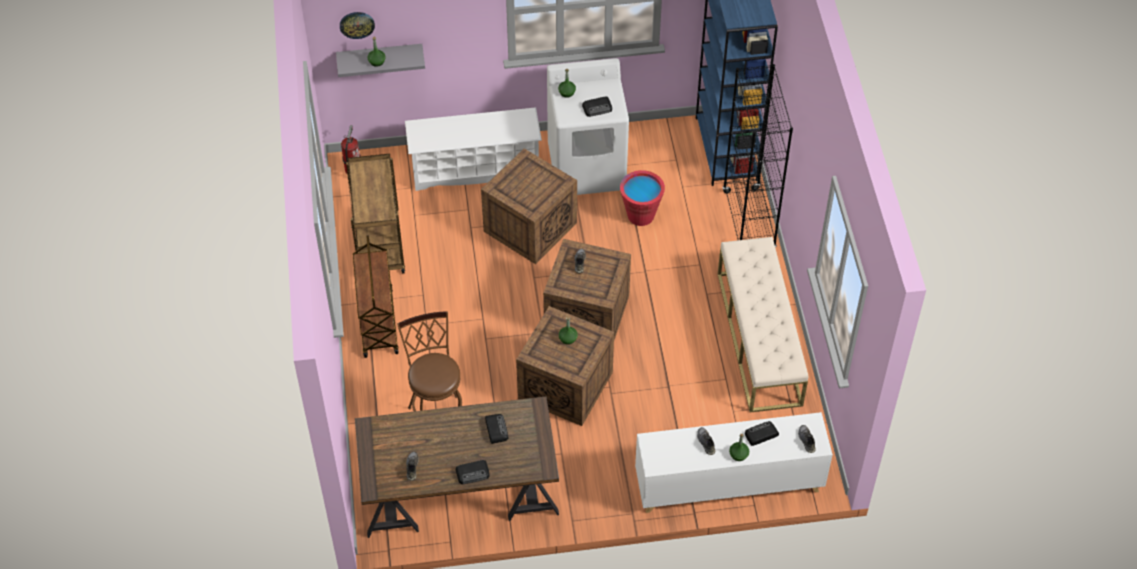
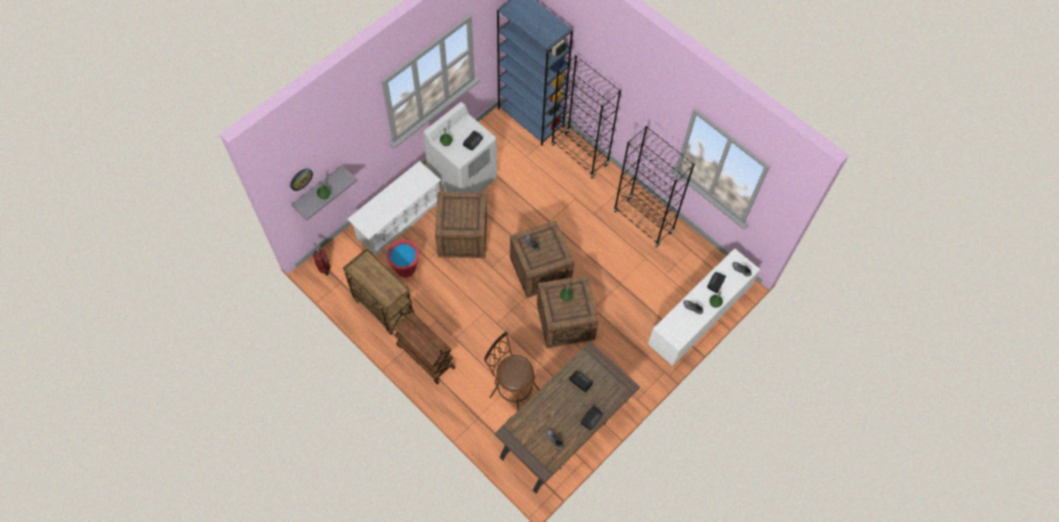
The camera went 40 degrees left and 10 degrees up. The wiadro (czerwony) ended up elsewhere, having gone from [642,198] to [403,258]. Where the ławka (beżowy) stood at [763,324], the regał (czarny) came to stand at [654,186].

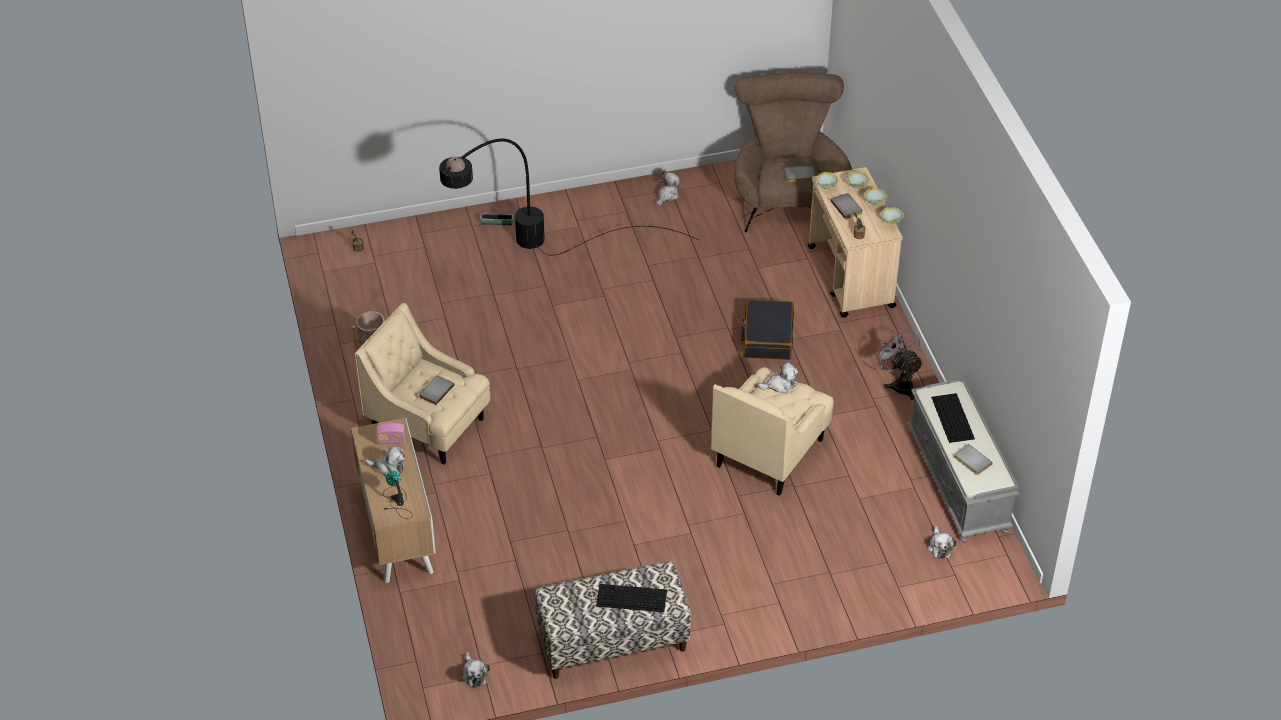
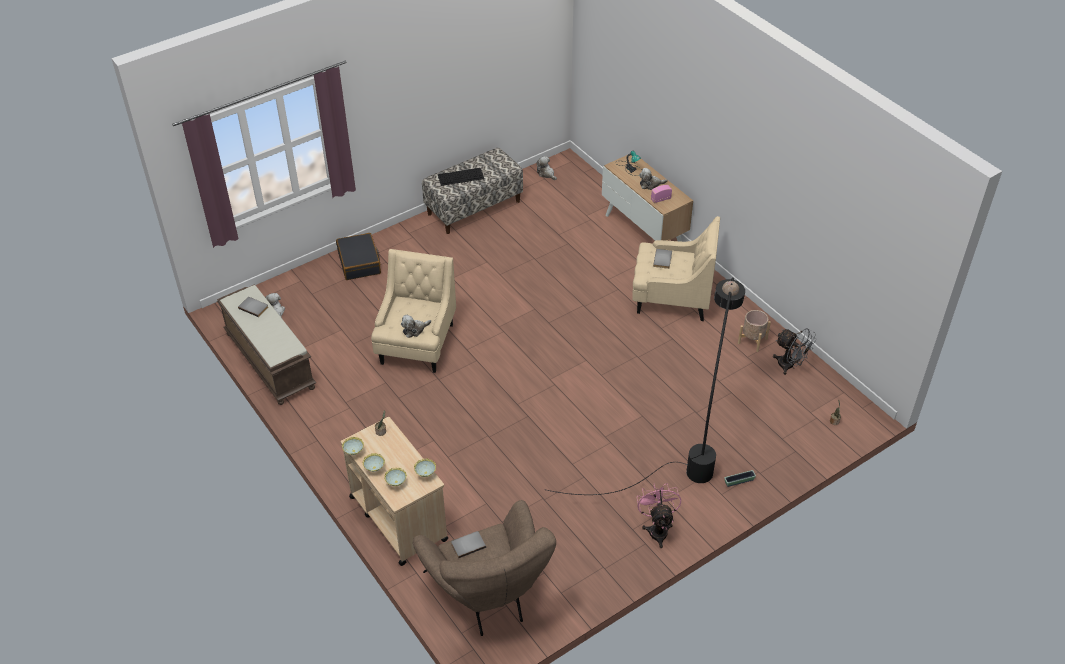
The camera went 160 degrees right and 0 degrees up. The second view lost the pluszak at [668,188]. The second view lost the książka (szary) at [846,206]. The walizka (czarny) ended up elsewhere, having gone from [767,330] to [358,256]. The wentylator (szary) ended up elsewhere, having gone from [899,364] to [795,351]. What was the ławka (szary) at [963,460] turned into the ławka (brązowy) at [266,345]. The second view lost the klawiatura at [953,418]. The second view gained the wentylator (różowy) at [659,515].

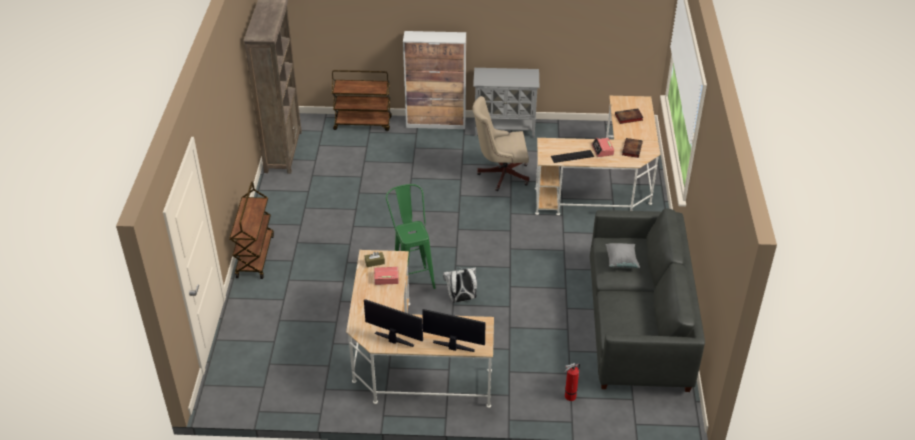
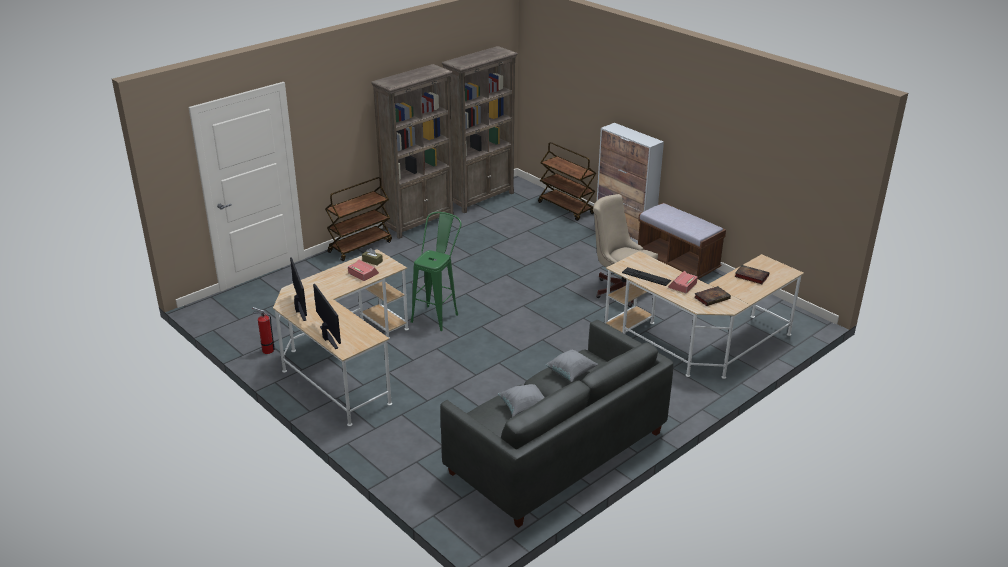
The camera went 45 degrees right and 10 degrees down. Where the szafka (szary) stood at [506,103], the ławka (brązowy) came to stand at [682,241]. The second view lost the plecak (biały) at [460,285]. The gaśnica ended up elsewhere, having gone from [572,382] to [263,330]. The second view gained the regał (brązowy) at [412,151]. The second view gained the poduszka (szary) at [521,400].

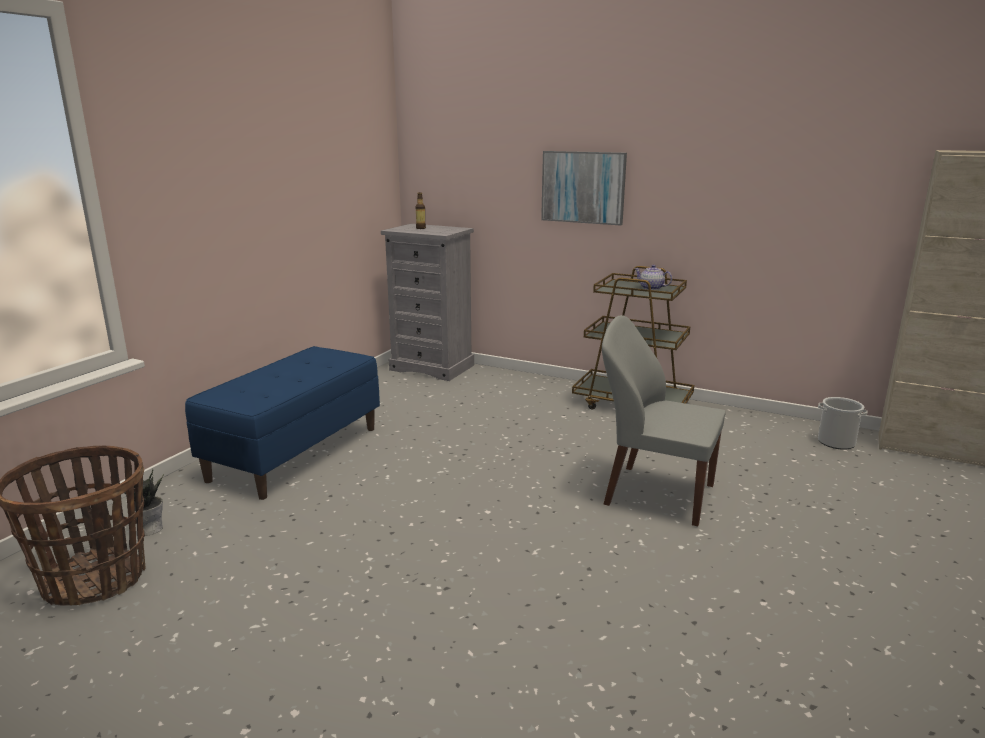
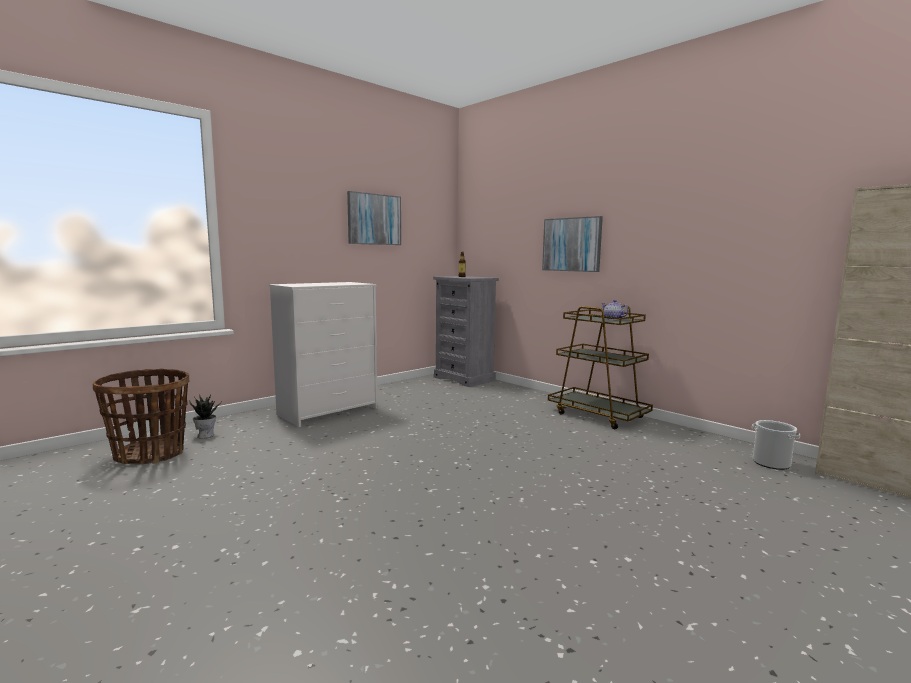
The camera went 20 degrees right and 10 degrees down. The second view lost the krzesło (szary) at [664,420]. Where the ławka (niebieski) stood at [282,423], the komoda (biały) came to stand at [323,354]. The second view gained the obraz at [374,218].

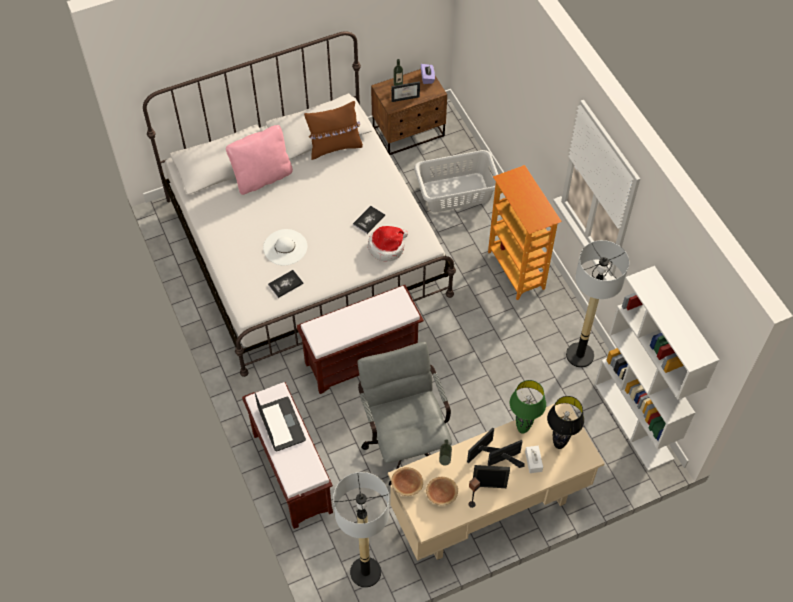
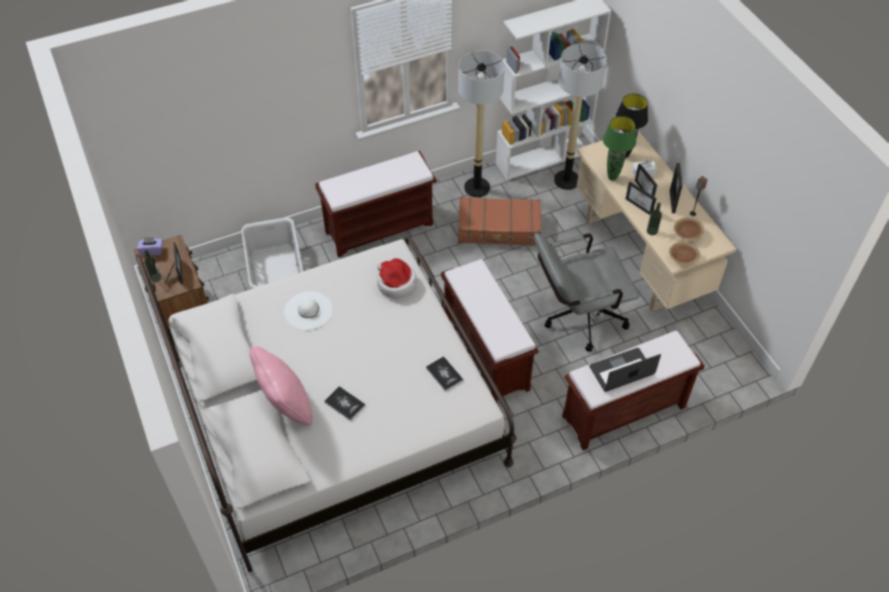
The camera went 90 degrees left and 5 degrees down. The second view lost the poduszka (brązowy) at [333,130]. Where the regał stood at [525,232], the ławka (brązowy) came to stand at [376,204]. The książka ended up elsewhere, having gone from [369,220] to [344,403]. The kapelusz (biały) ended up elsewhere, having gone from [285,247] to [308,310]. The lampa stojąca ended up elsewhere, having gone from [361,530] to [580,116]. The second view gained the walizka (brązowy) at [499,221].

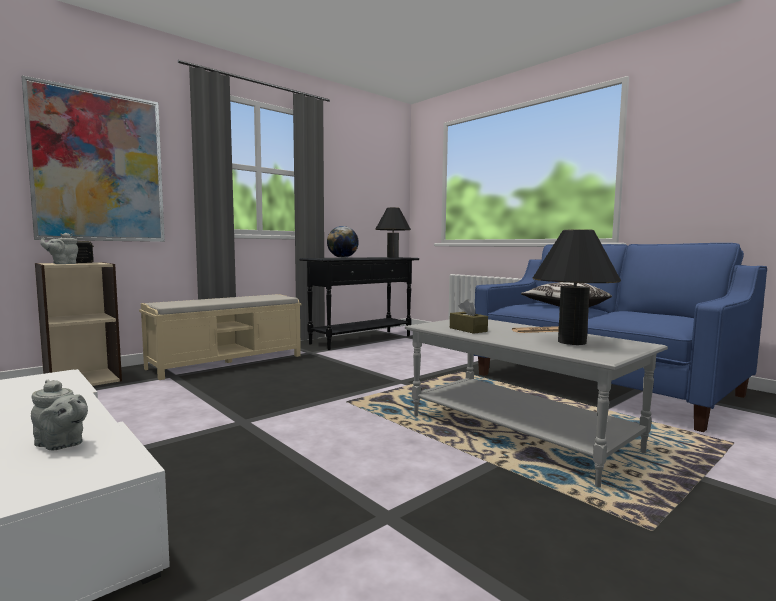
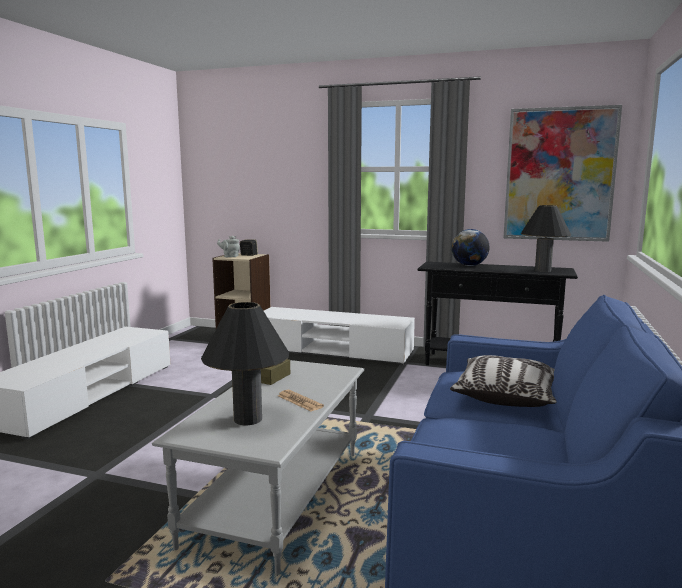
The camera went 60 degrees right and 5 degrees up. The obraz ended up elsewhere, having gone from [93,158] to [563,173]. Where the ławka (beżowy) stood at [220,337], the szafka pod telewizor (biały) came to stand at [339,335]. The second view lost the imbryk (szary) at [59,415].

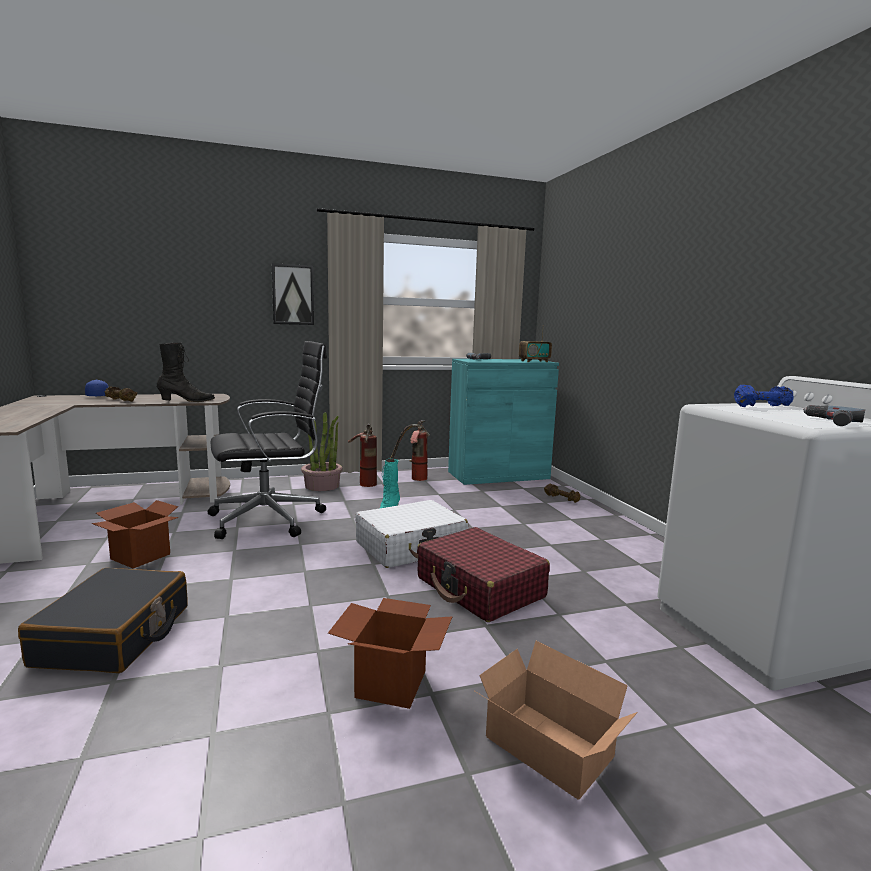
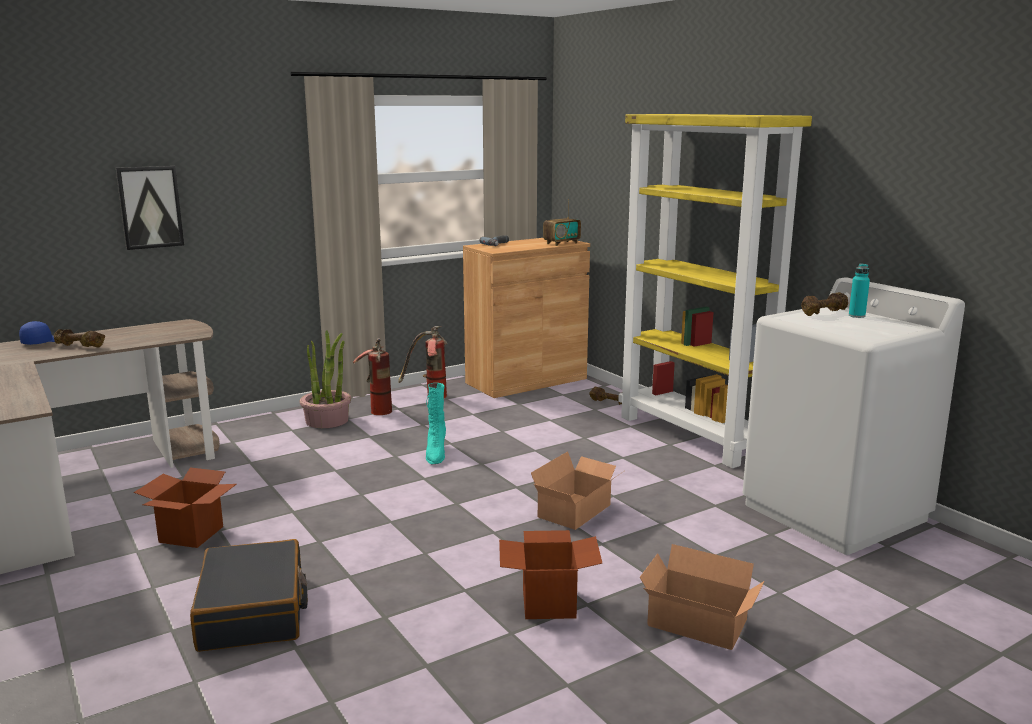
The camera went 15 degrees left and 5 degrees up. The obraz ended up elsewhere, having gone from [293,294] to [150,208]. The second view lost the krzesło biurowe (czarny) at [267,440]. The second view lost the but z cholewką (czarny) at [186,372]. What was the szafka (turkusowy) at [503,422] turned into the szafka (brązowy) at [526,318]. What was the hantel (niebieski) at [764,396] turned into the hantel (brązowy) at [824,304]. The second view lost the wiertarka at [834,415]. The second view lost the walizka (biały) at [411,534]. Where the walizka (czerwony) stood at [483,574], the karton came to stand at [577,490]. The second view gained the regał (żółty) at [715,291]. The second view gained the butelka (turkusowy) at [859,290].

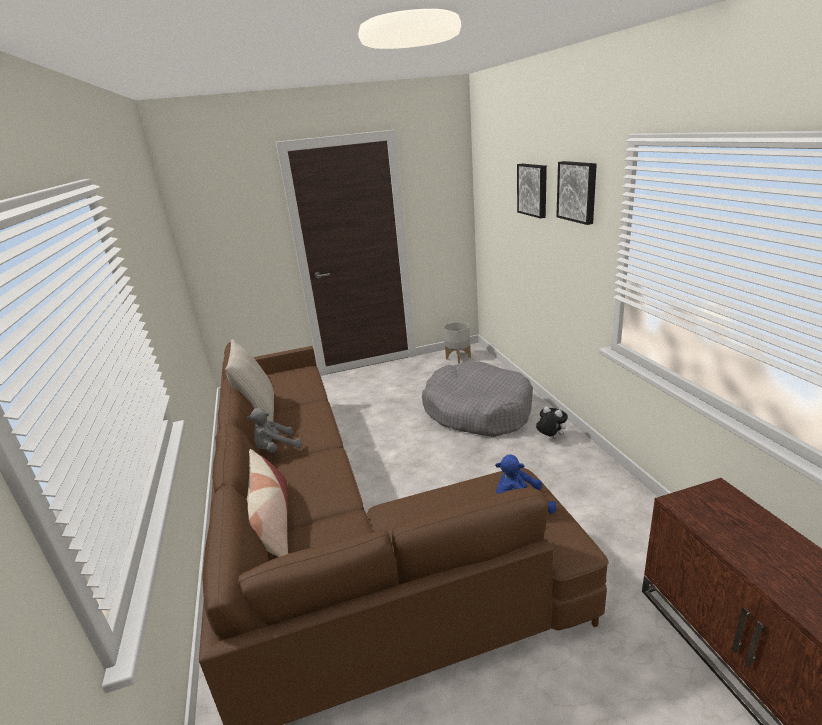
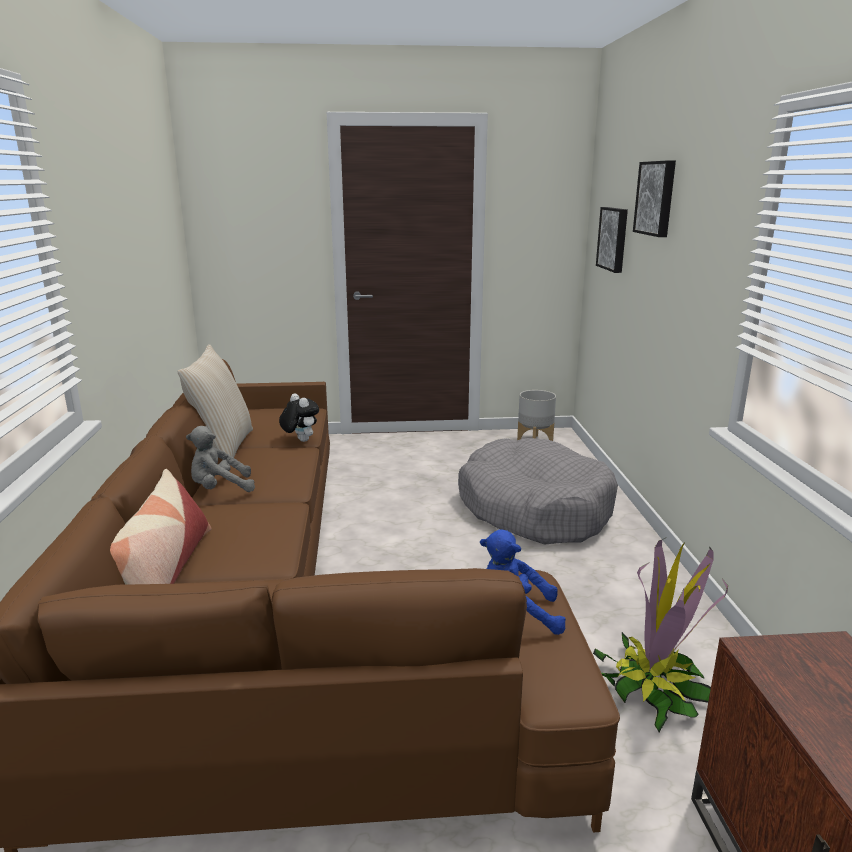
The camera went 10 degrees right and 5 degrees down. The obraz ended up elsewhere, having gone from [576,193] to [612,240]. The pluszak ended up elsewhere, having gone from [552,422] to [299,417]. The second view gained the roślina doniczkowa at [660,634].

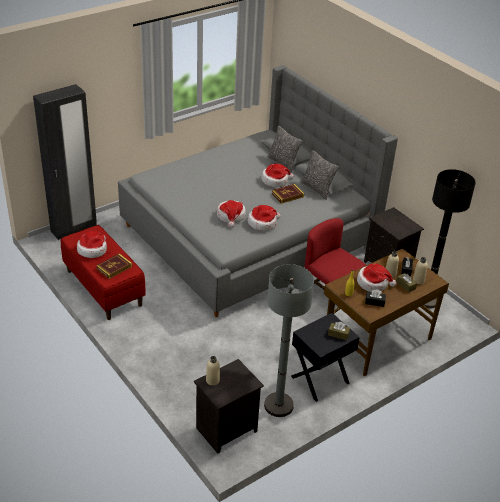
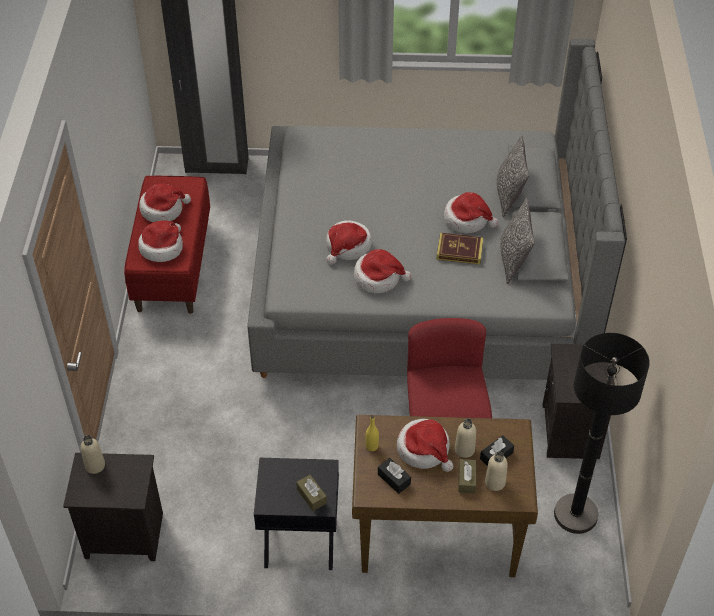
The camera went 40 degrees right and 10 degrees up. Where the książka stood at [114,266], the kapelusz came to stand at [160,241]. The second view lost the lampa stojąca (szary) at [289,340].

